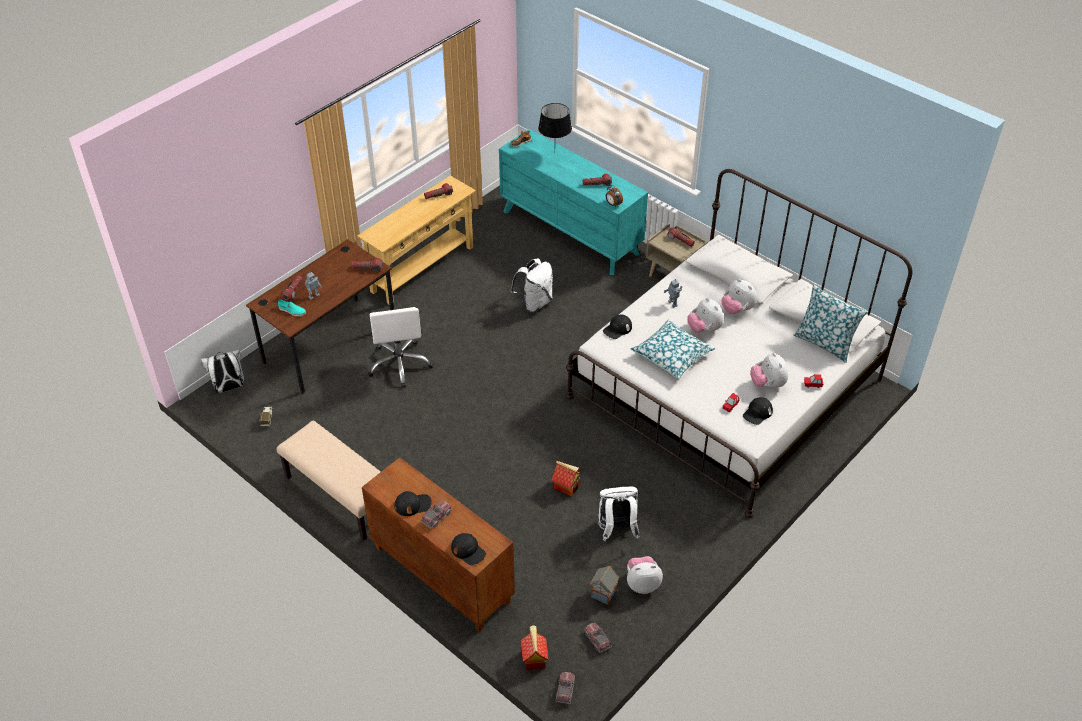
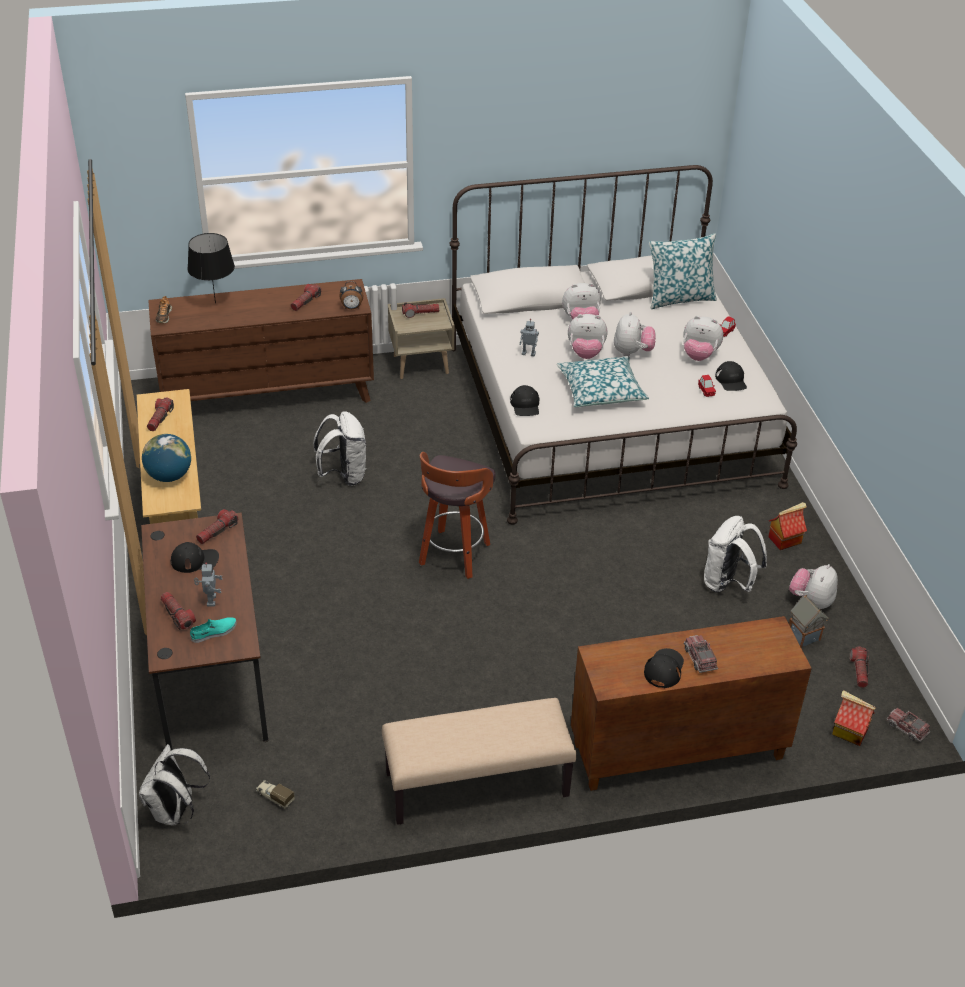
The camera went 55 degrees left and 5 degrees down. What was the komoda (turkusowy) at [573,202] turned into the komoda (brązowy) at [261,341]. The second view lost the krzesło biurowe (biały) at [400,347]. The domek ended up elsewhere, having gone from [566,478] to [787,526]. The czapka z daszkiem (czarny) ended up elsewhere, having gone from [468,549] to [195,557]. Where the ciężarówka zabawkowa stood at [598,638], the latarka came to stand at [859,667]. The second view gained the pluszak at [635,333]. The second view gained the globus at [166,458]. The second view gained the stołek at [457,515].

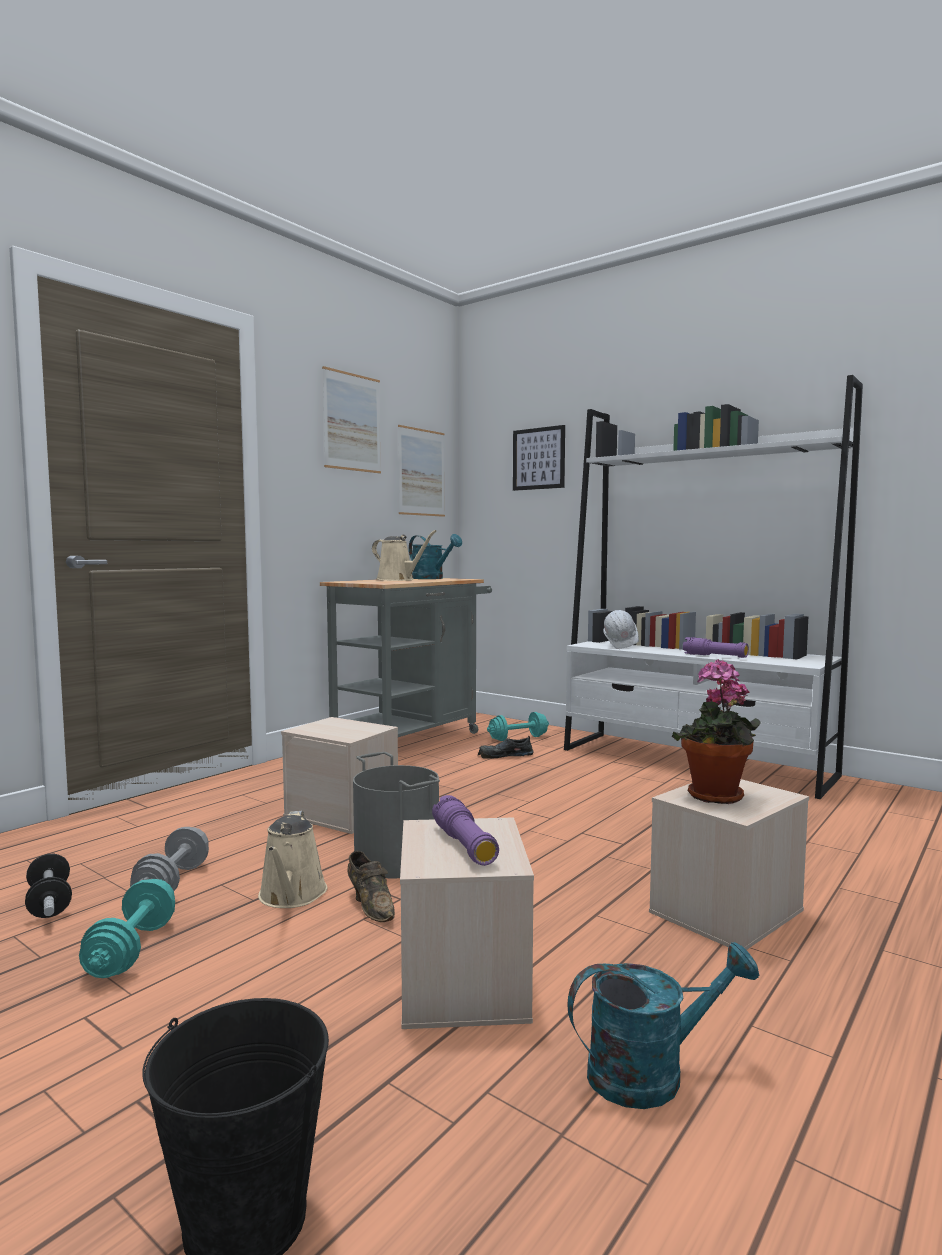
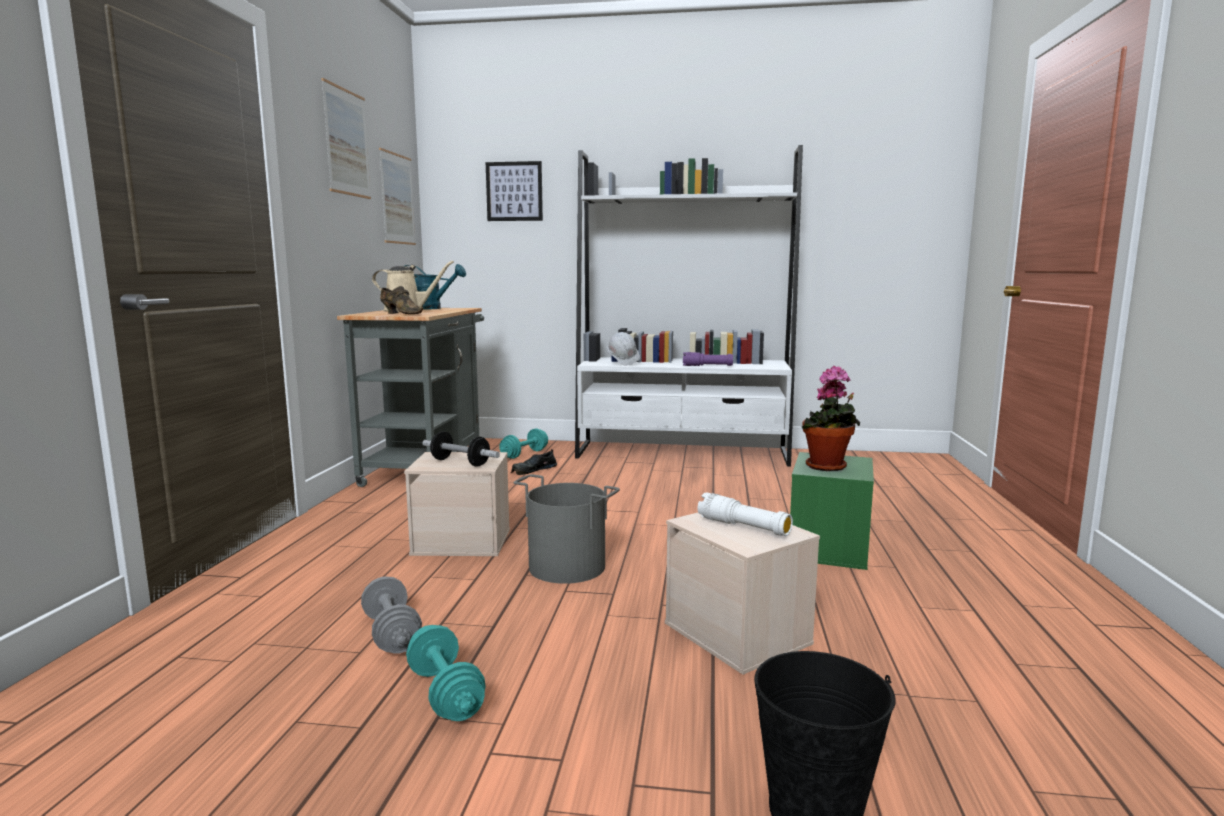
The camera went 30 degrees left and 5 degrees up. What was the pojemnik do przechowywania (beżowy) at [729,864] turned into the pojemnik do przechowywania (zielony) at [832,511]. What was the latarka (fioletowy) at [465,830] turned into the latarka (biały) at [745,514]. The second view lost the konewka (beżowy) at [292,859]. The but (brązowy) ended up elsewhere, having gone from [371,886] to [402,300]. The hantel ended up elsewhere, having gone from [48,886] to [461,449]. The second view lost the konewka (turkusowy) at [663,1025].

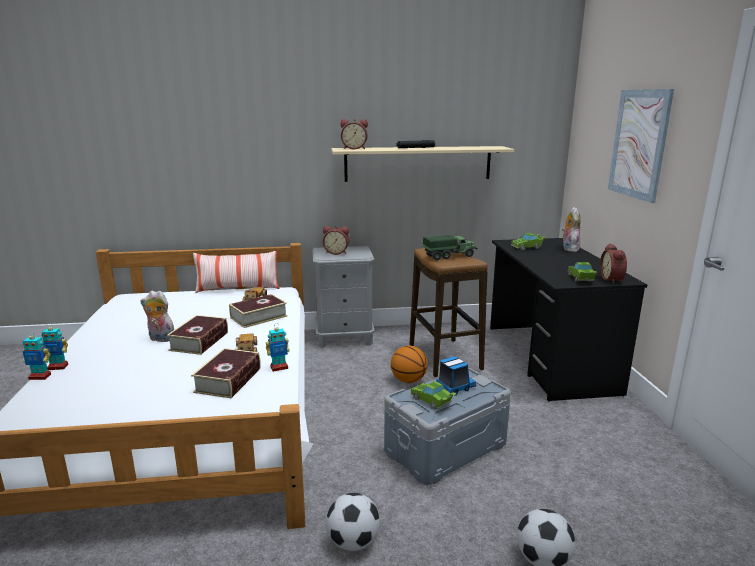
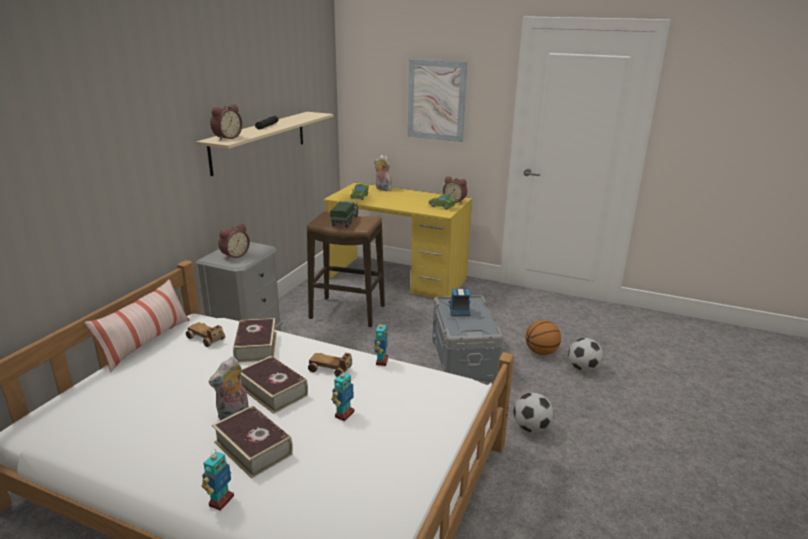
The camera went 60 degrees left and 5 degrees up. What was the biurko (czarny) at [568,320] turned into the biurko (żółty) at [397,240]. The robot zabawkowy ended up elsewhere, having gone from [36,355] to [343,395]. The piłka do koszykówki ended up elsewhere, having gone from [409,364] to [543,337]. The książka ended up elsewhere, having gone from [226,373] to [252,441]. The second view lost the samochodzik (zielony) at [433,395].

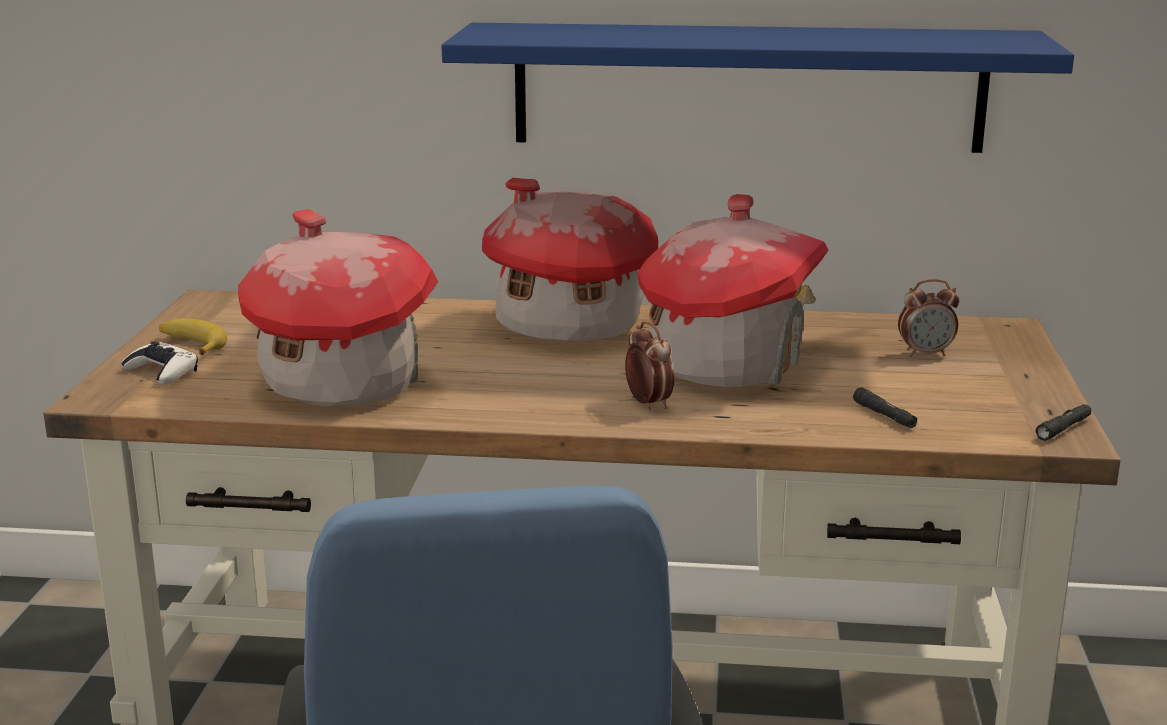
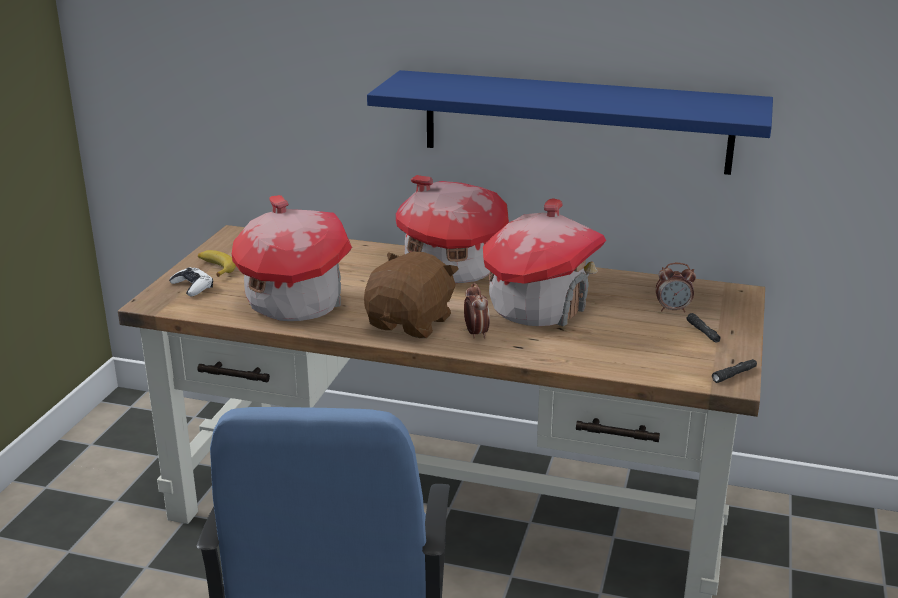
The camera went 10 degrees right and 5 degrees up. The latarka (czarny) ended up elsewhere, having gone from [885,407] to [704,328]. The second view gained the pluszak (brązowy) at [411,294].

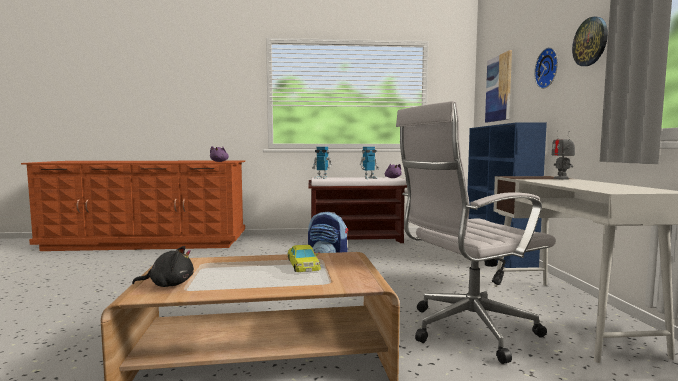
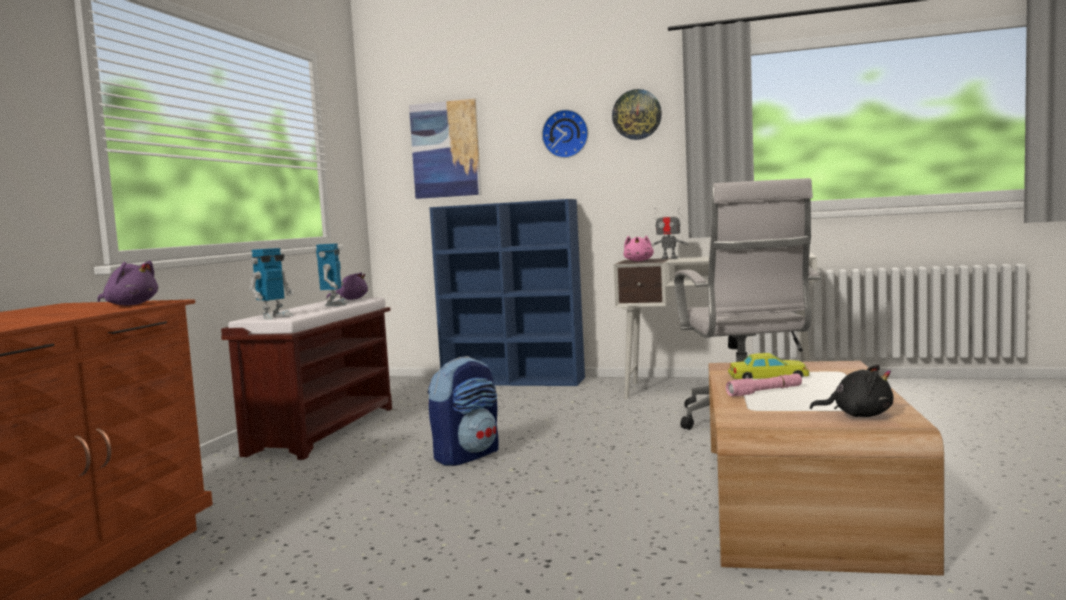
The camera went 70 degrees left and 0 degrees up. The pluszak (czarny) at [163,266] ended up facing another way, 105 degrees clockwise from before. The second view gained the pluszak (różowy) at [638,248]. The second view gained the latarka (różowy) at [764,385].

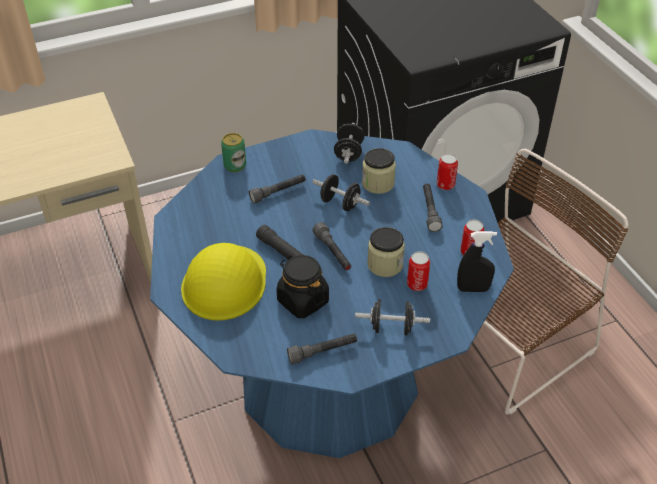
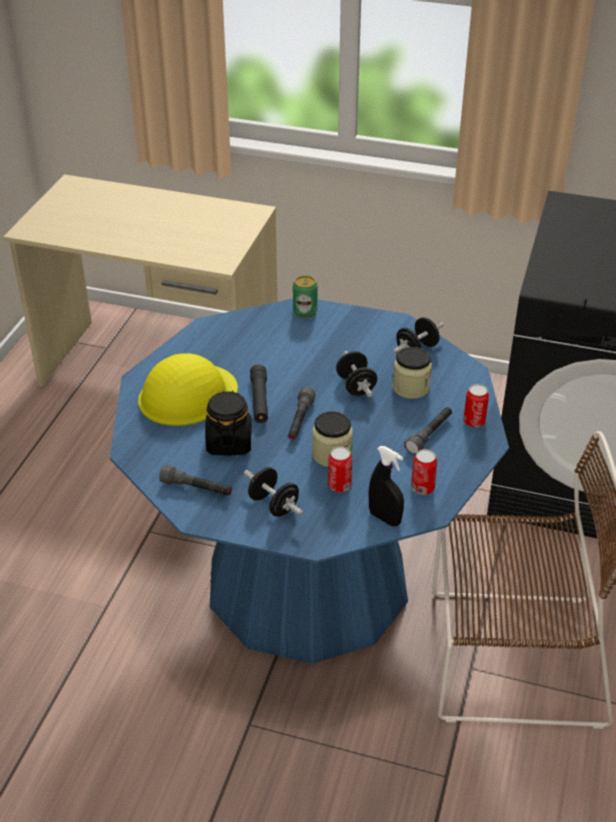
The camera went 40 degrees right and 5 degrees down. The second view lost the latarka (szary) at [277,189].

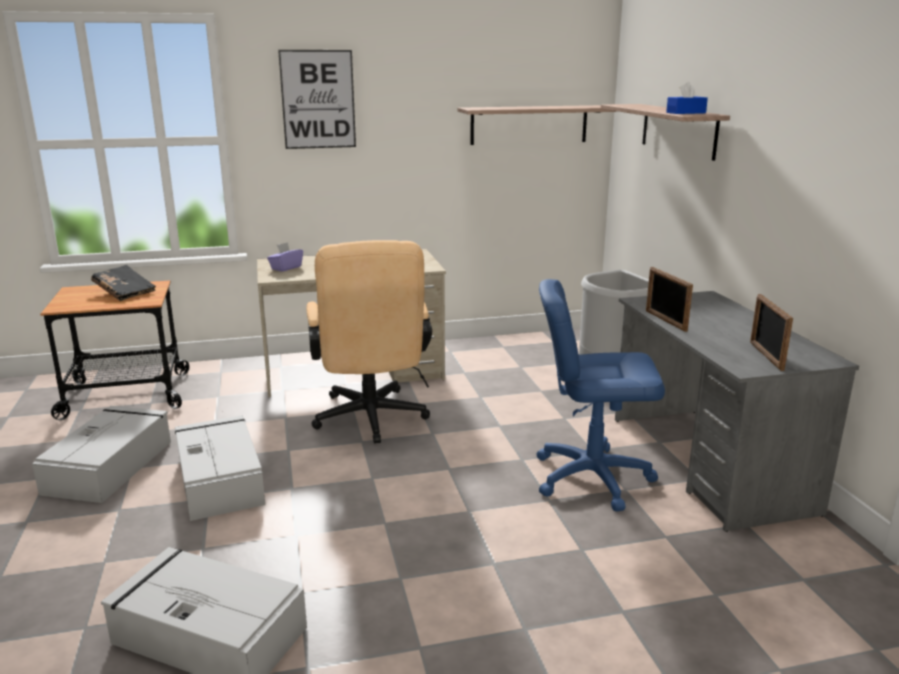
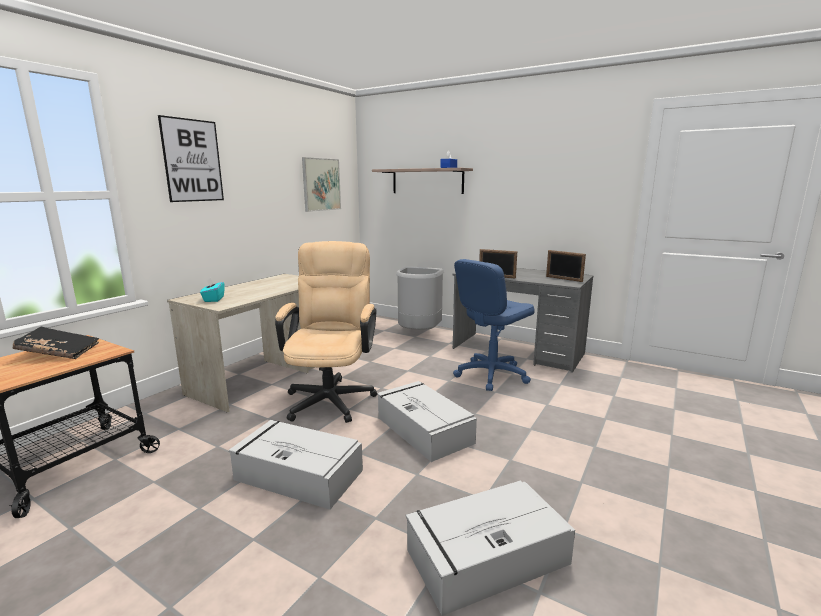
The camera went 45 degrees left and 5 degrees down. Where the półka hung at [537,125], the obraz came to hang at [321,184]. The krzesło biurowe (beżowy) at [369,342] ended up facing another way, 120 degrees counterclockwise from before. What was the pudełko chusteczek (fioletowy) at [285,257] turned into the pudełko chusteczek (turkusowy) at [212,290]. The pojemnik do przechowywania (szary) ended up elsewhere, having gone from [101,454] to [427,421].

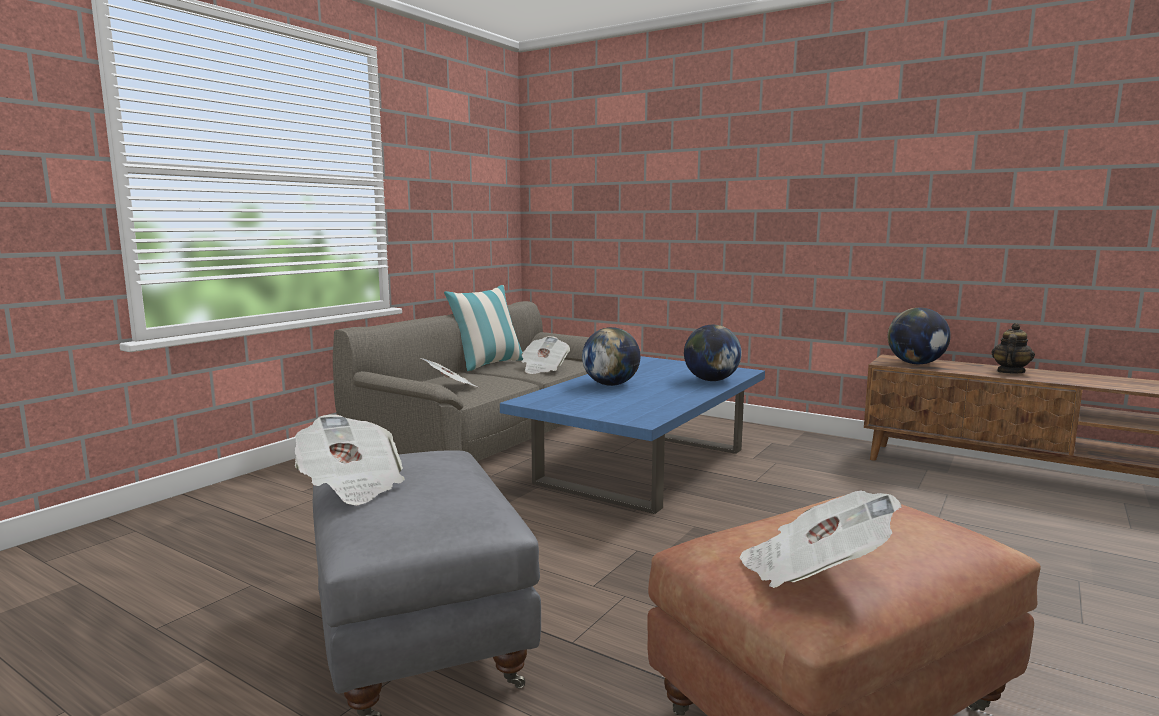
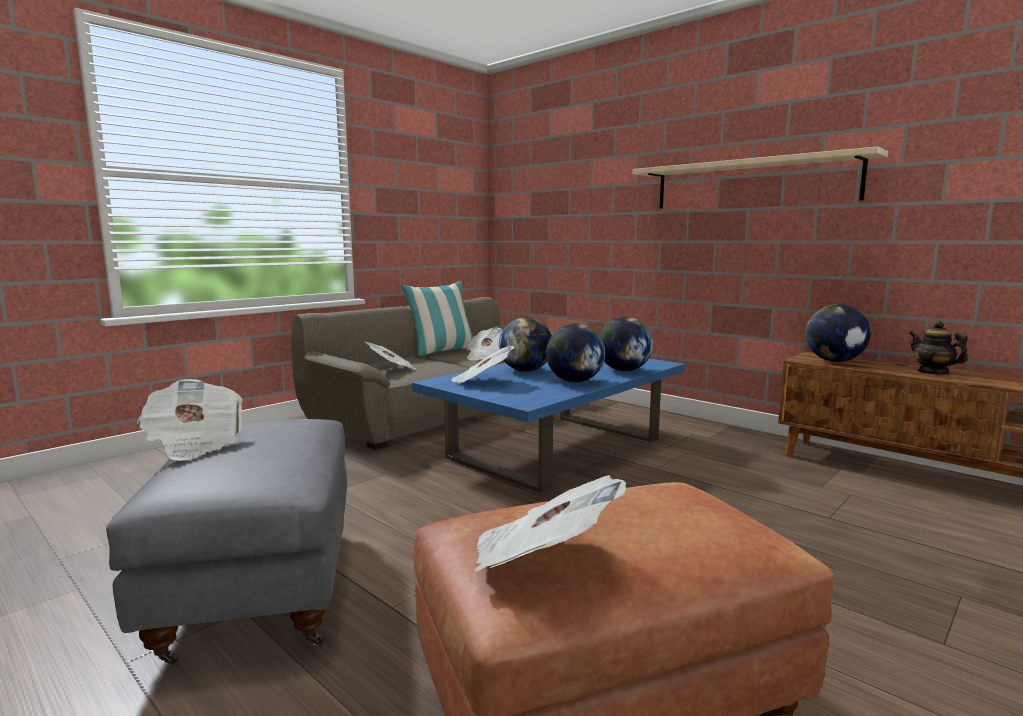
The camera went 10 degrees right and 0 degrees up. The imbryk at [1013,348] ended up facing another way, 75 degrees counterclockwise from before. The second view gained the półka (beżowy) at [760,177]. The second view gained the globus at [575,352]. The second view gained the gazeta at [482,365].

